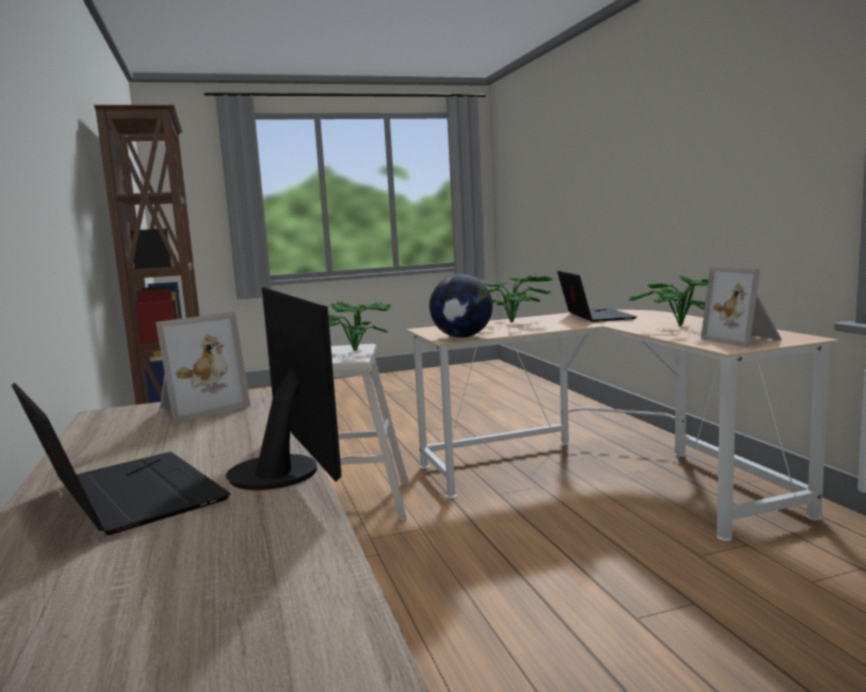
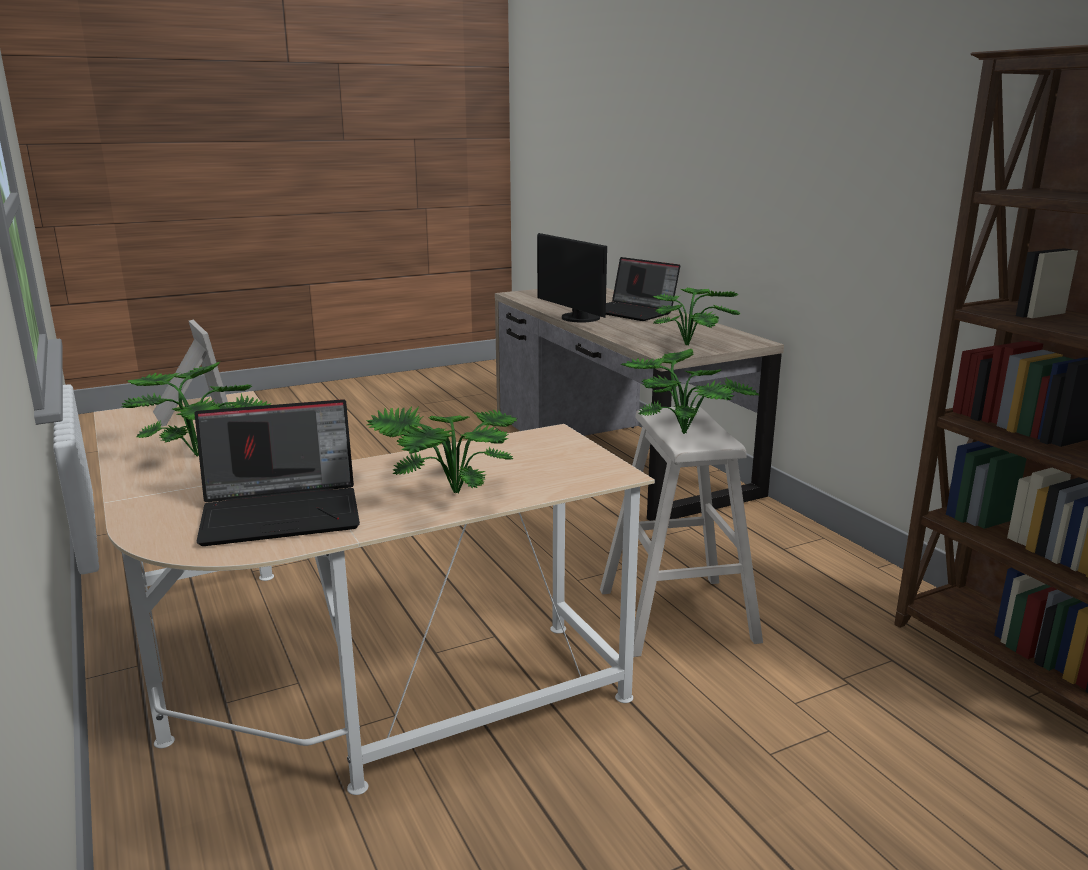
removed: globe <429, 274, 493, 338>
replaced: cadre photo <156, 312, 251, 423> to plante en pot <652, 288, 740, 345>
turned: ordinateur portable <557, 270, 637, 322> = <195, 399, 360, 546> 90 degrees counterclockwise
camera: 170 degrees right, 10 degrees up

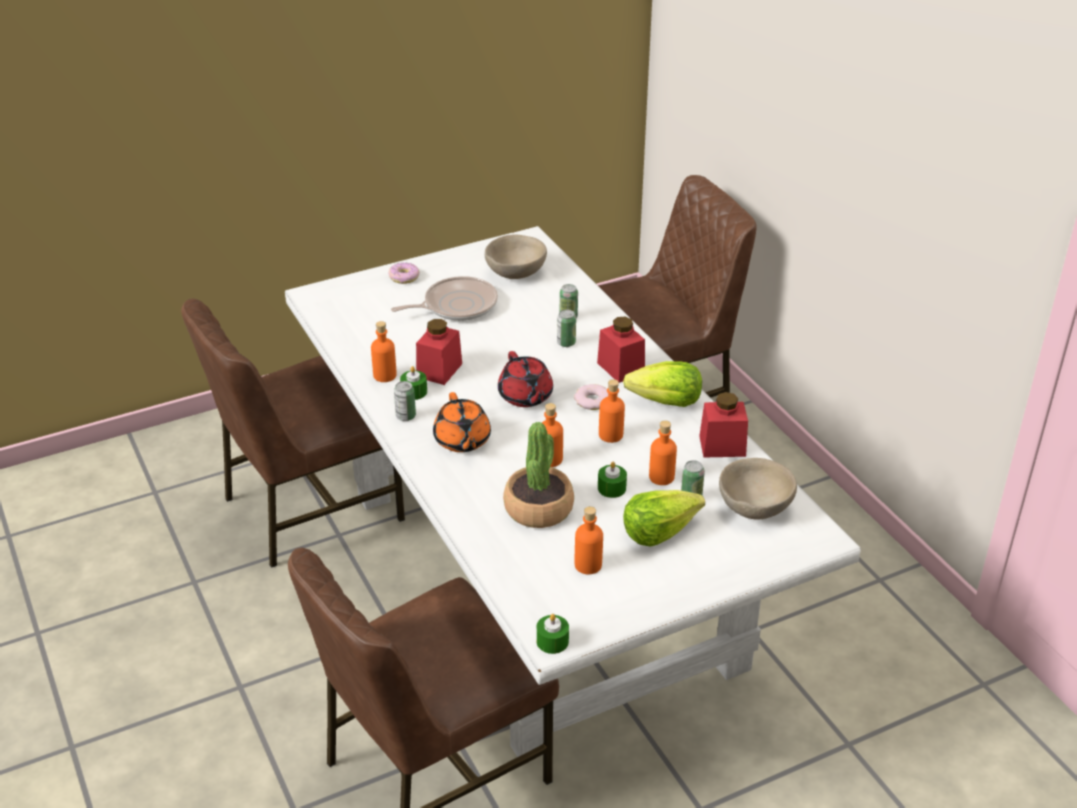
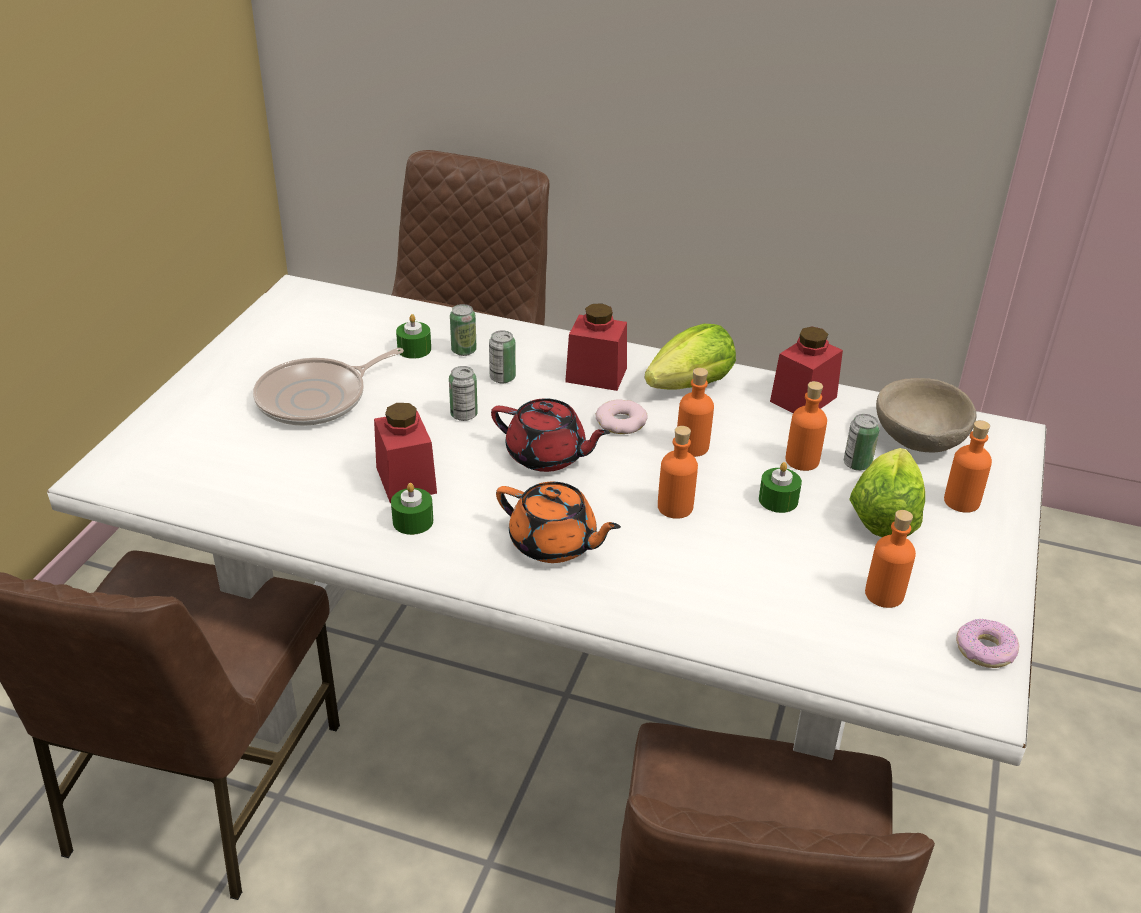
removed: bol/beige <485, 234, 547, 279>; plante en pot <503, 422, 574, 528>
moved: bouteille/orange <371, 321, 397, 382> to <944, 420, 992, 513>; beignet <388, 262, 420, 284> to <956, 619, 1019, 668>; boîte métallique <394, 381, 416, 421> to <449, 366, 478, 421>; bougie/vert <536, 614, 569, 654> to <396, 314, 431, 359>
turned: poêle <391, 276, 498, 321> = <253, 348, 404, 426> 150 degrees counterclockwise
camera: 45 degrees left, 0 degrees up

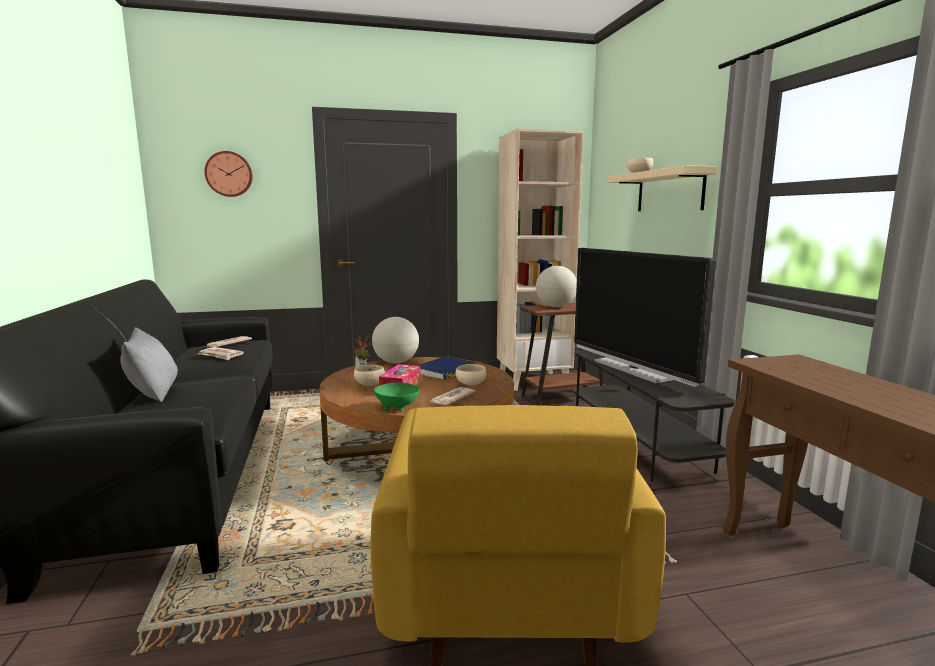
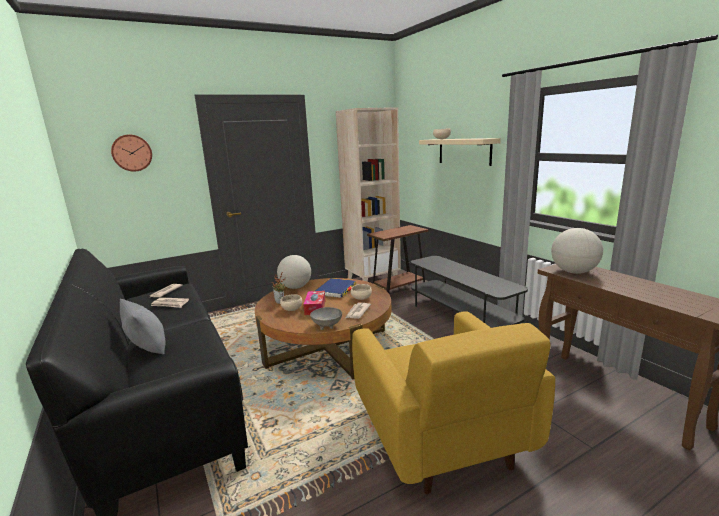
removed: téléviseur <574, 248, 716, 387>
moved: globe <536, 266, 577, 307> to <551, 228, 603, 274>
recoloured: bol/vert <374, 383, 420, 412> to bol/gris <310, 307, 342, 330>
camera: 15 degrees left, 5 degrees up

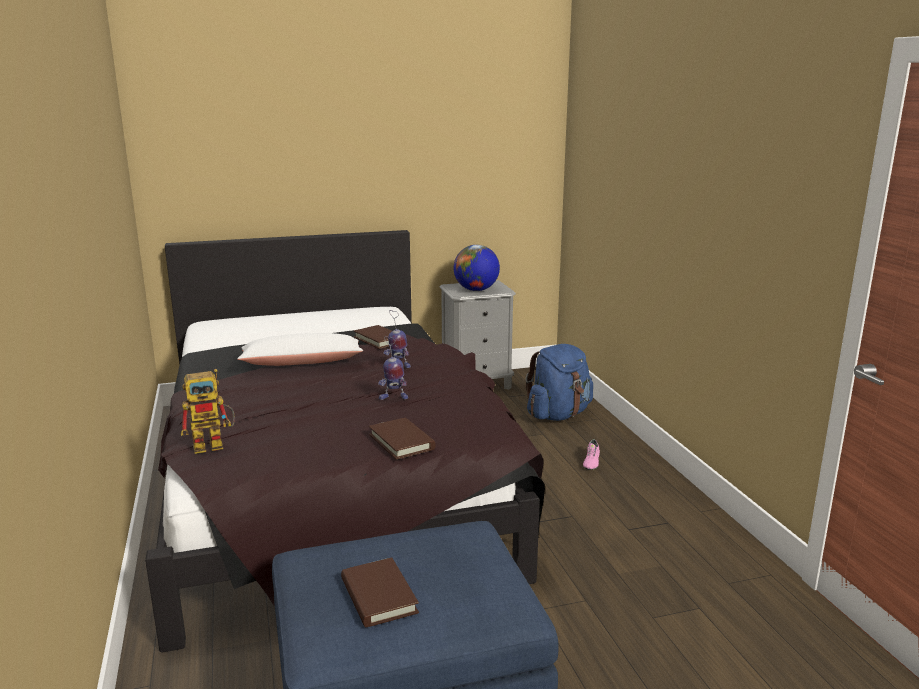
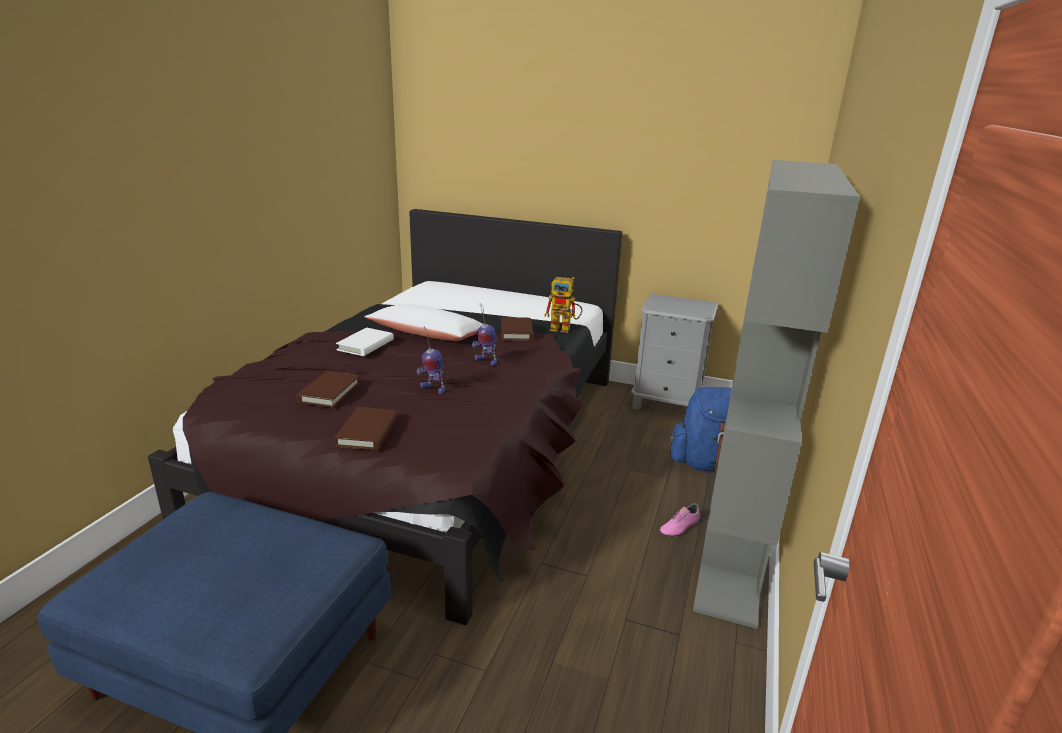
removed: globe <453, 245, 500, 291>
added: livre/blanc <336, 328, 394, 356>; bibliothèque/gris <693, 160, 860, 629>
moved: robot jouet <181, 369, 235, 454> to <544, 277, 582, 333>; livre/marron <341, 557, 419, 627> to <296, 371, 360, 408>
camera: 35 degrees right, 5 degrees up

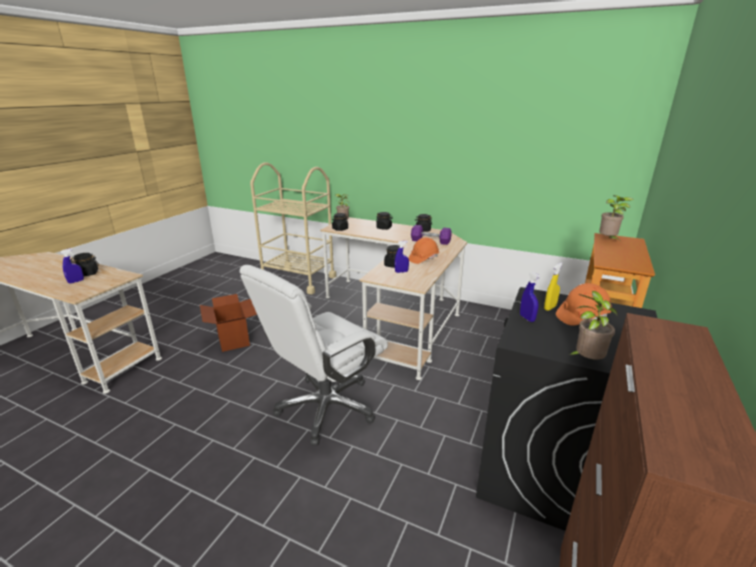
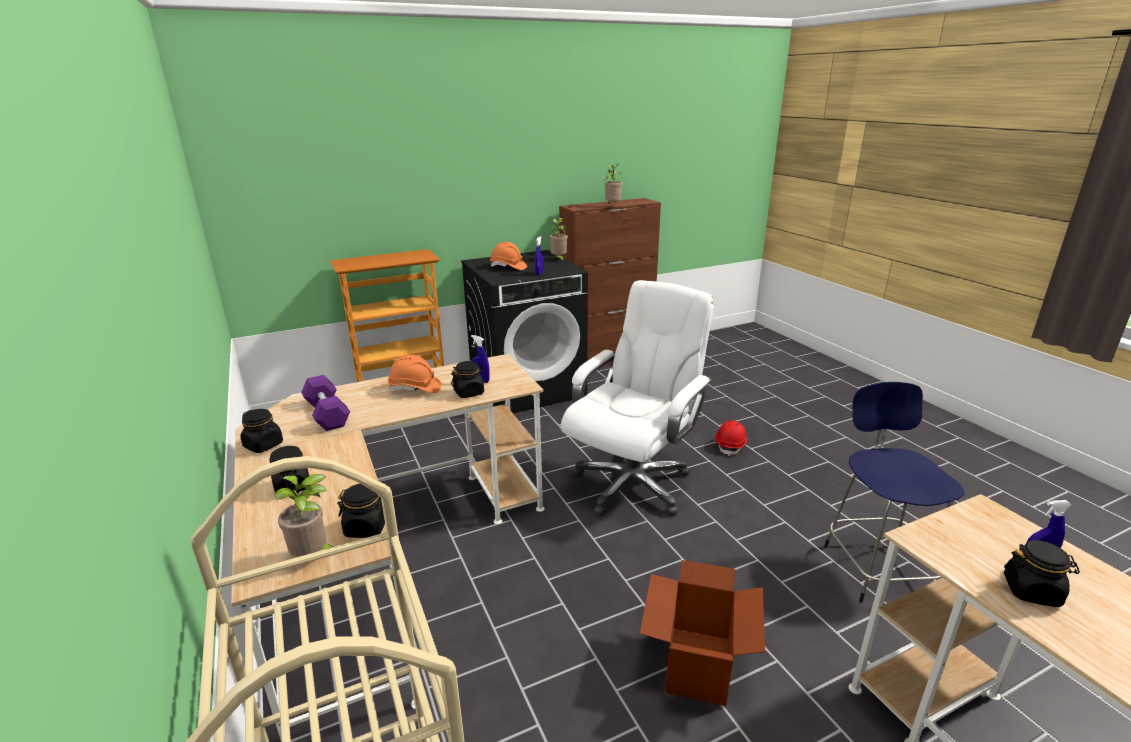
removed: vaporisateur/jaune <544, 262, 563, 311>
added: casque de chantier/rouge <715, 420, 748, 456>; tabouret/bleu <824, 382, 964, 603>
moved: plante en pot <599, 195, 633, 242> to <605, 164, 622, 204>
turned: chaise de bureau/blanc <240, 265, 388, 446> = <561, 280, 714, 516> 45 degrees counterclockwise
camera: 140 degrees left, 0 degrees up

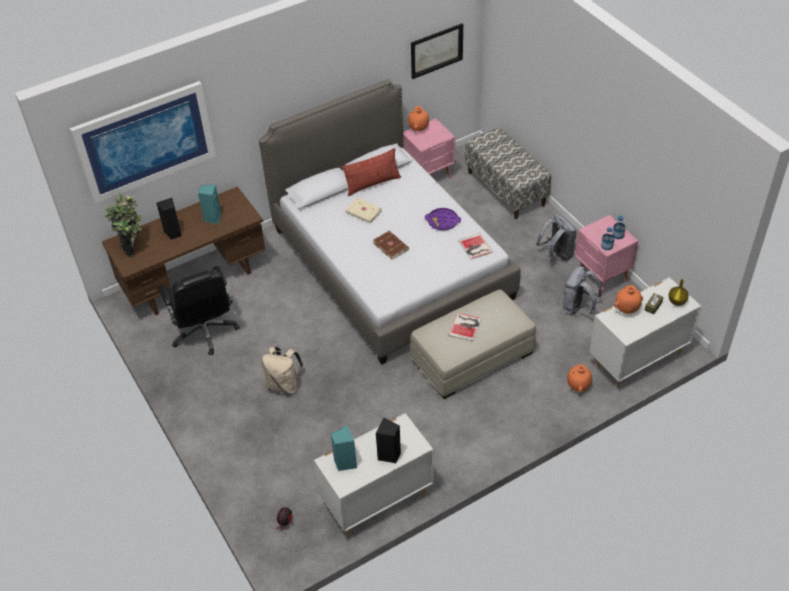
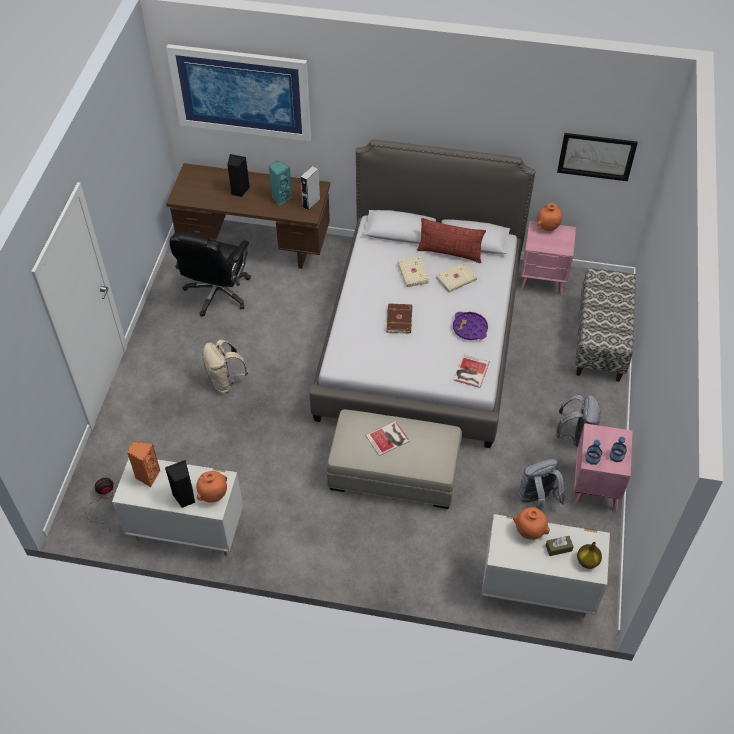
removed: plante en pot <105, 193, 142, 257>
added: enceinte/gris <301, 166, 320, 211>; livre/beige <436, 263, 477, 292>
moved: vase/orange <567, 364, 592, 392> to <196, 471, 227, 503>
recoloured: enceinte/turquoise <331, 425, 357, 471> to enceinte/orange <127, 441, 161, 487>
camera: 40 degrees right, 5 degrees up

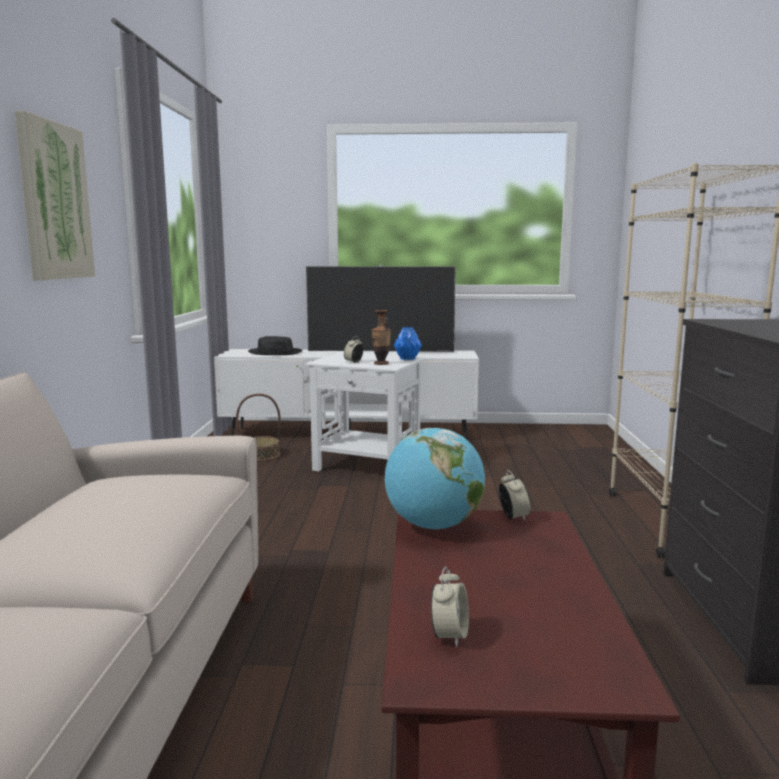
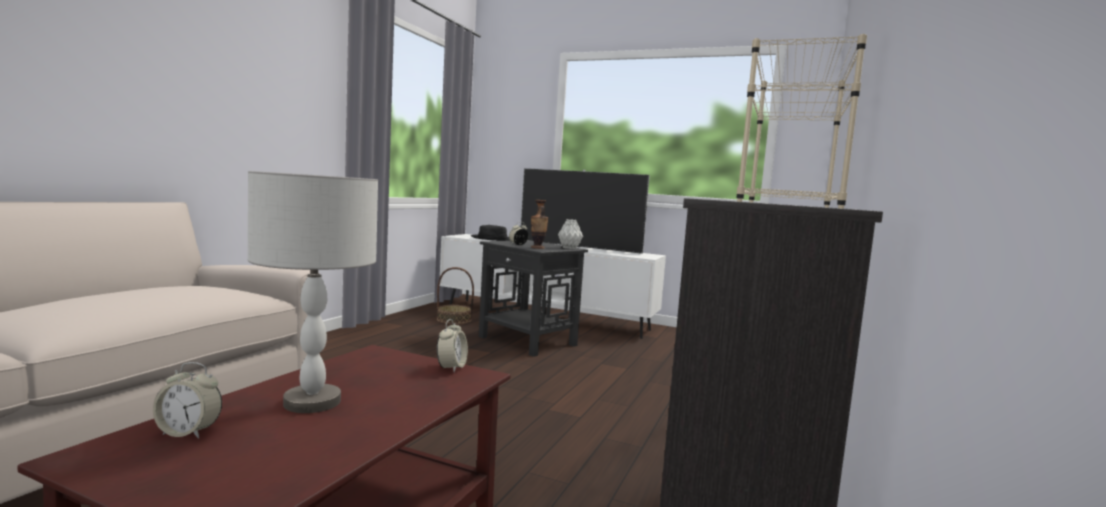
removed: tableau <15, 111, 95, 280>; globe <385, 428, 485, 529>
added: lampe de table/gris <247, 171, 378, 413>
recoloured: table d'appoint/blanc <305, 352, 425, 472> to table d'appoint/noir <479, 240, 588, 357>; vase/bleu <394, 327, 422, 360> to vase/gris <558, 219, 583, 249>
turned: réveil <431, 567, 469, 647> = <153, 362, 222, 439> 60 degrees clockwise
camera: 20 degrees right, 5 degrees down

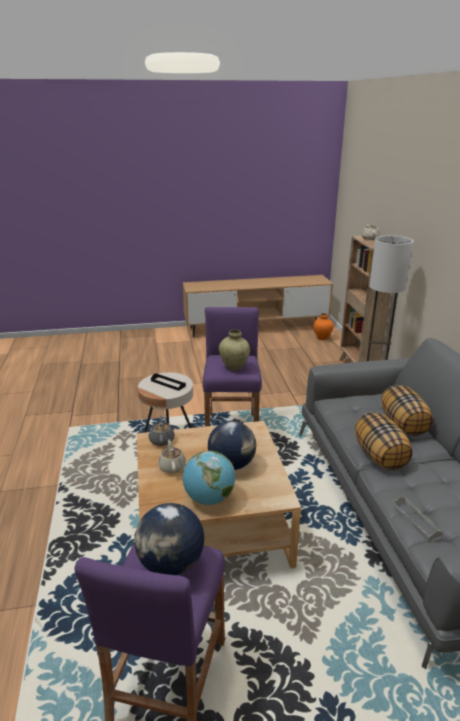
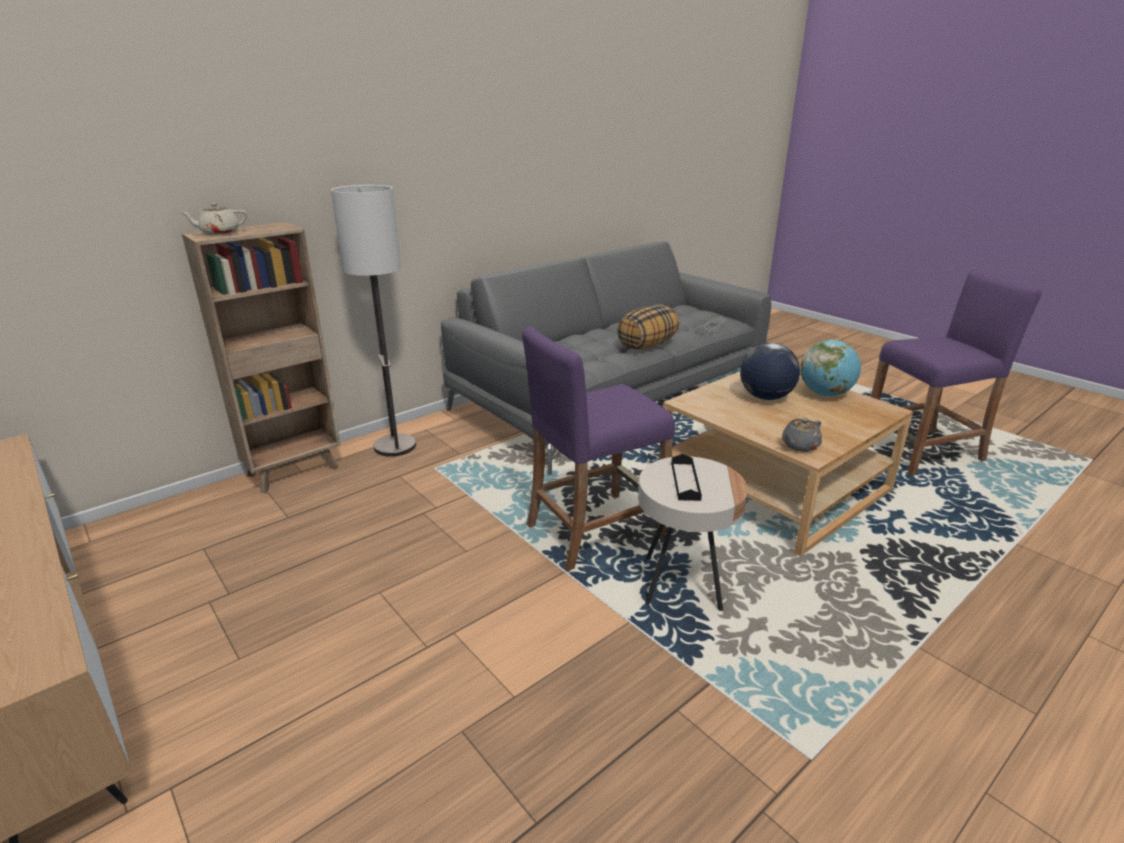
removed: globe <134, 503, 204, 575>; théière/beige <158, 440, 186, 473>; vase/beige <219, 330, 250, 371>; vase/orange <313, 313, 334, 340>; coussin <381, 385, 433, 436>
camera: 120 degrees left, 0 degrees up

